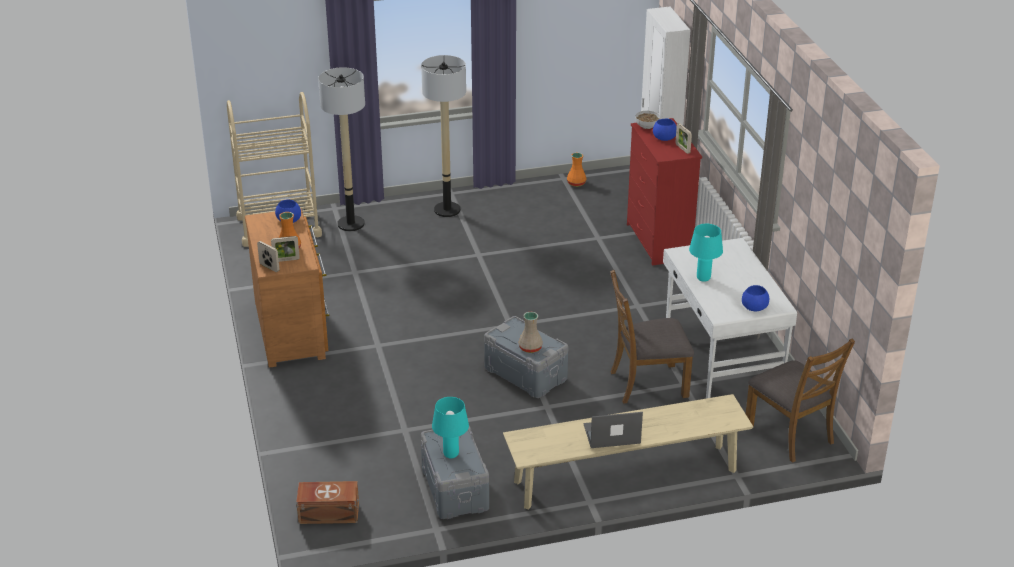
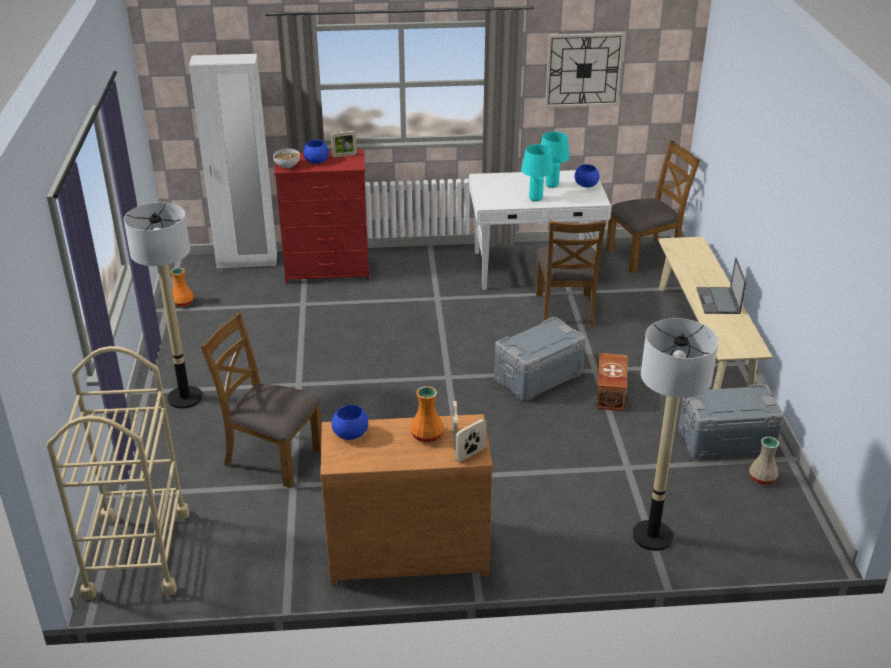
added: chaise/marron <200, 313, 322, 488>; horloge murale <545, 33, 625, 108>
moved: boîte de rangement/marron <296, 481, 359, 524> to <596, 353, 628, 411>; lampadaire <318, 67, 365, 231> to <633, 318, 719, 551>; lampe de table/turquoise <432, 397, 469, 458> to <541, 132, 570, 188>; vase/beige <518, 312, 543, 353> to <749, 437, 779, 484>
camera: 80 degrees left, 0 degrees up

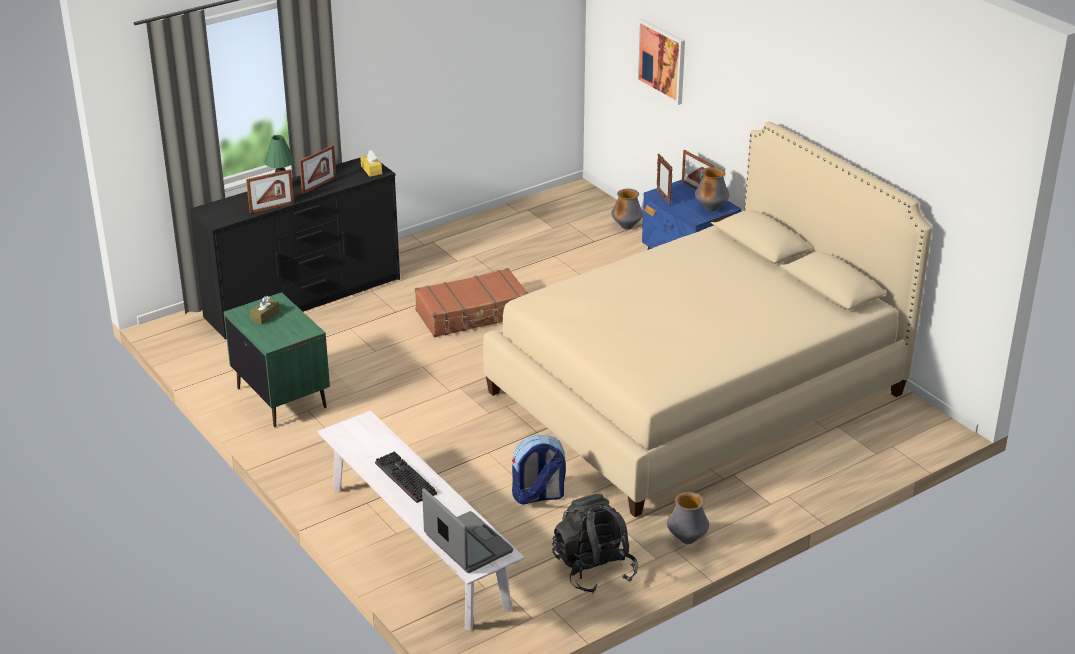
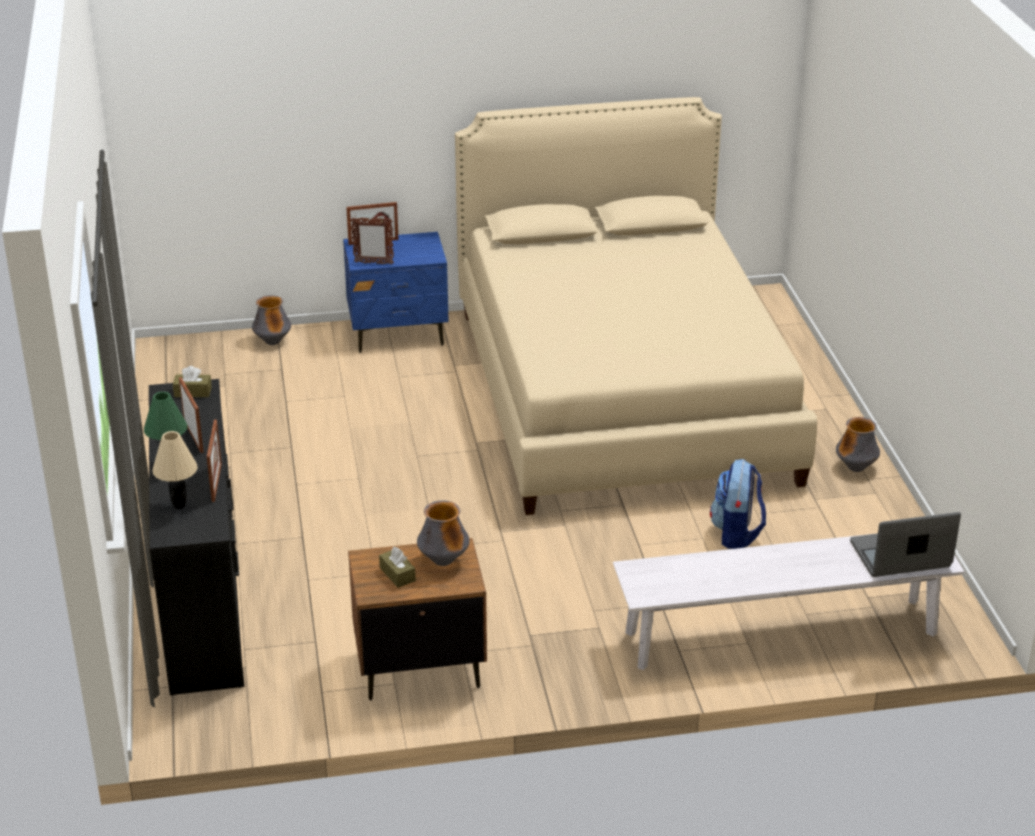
removed: clavier <375, 451, 437, 503>; valise/marron <415, 268, 529, 337>; sac à dos/noir <552, 494, 638, 593>; tableau <636, 18, 685, 105>
added: lampe de table/beige <152, 431, 198, 509>
moved: vase <695, 167, 729, 211> to <417, 500, 470, 566>
recoloured: table de chevet/vert <223, 292, 330, 427> to table de chevet/marron <348, 538, 487, 700>; boîte à mouchoirs/jaune <360, 150, 382, 177> to boîte à mouchoirs/marron <173, 366, 212, 397>
camera: 65 degrees left, 0 degrees up

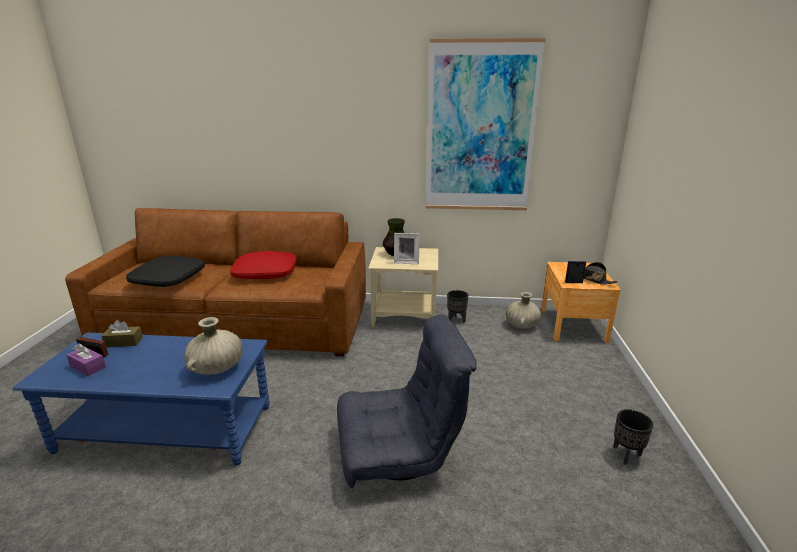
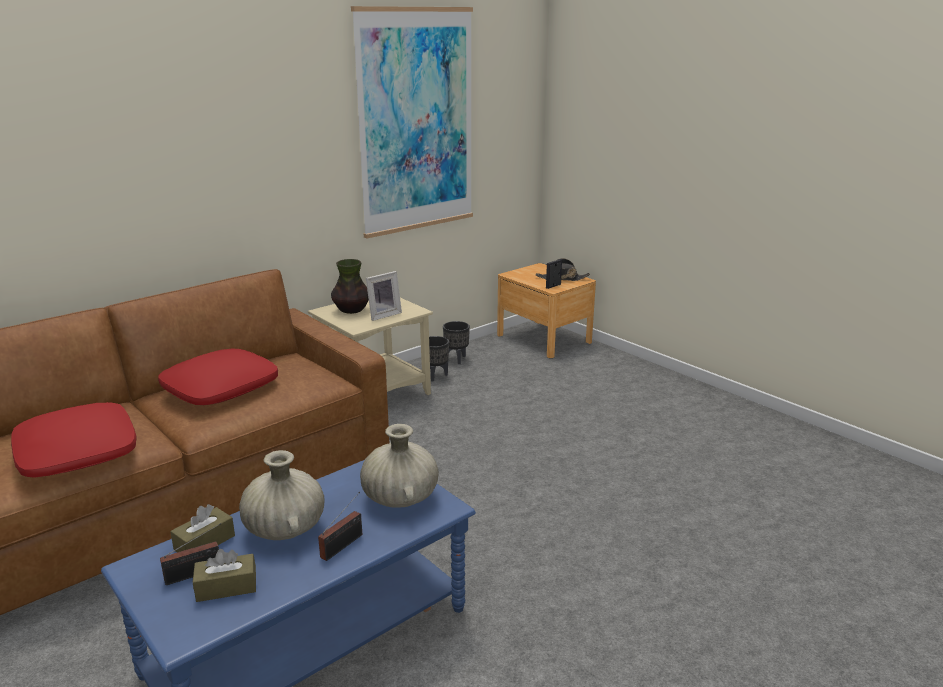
removed: fauteuil/gris <337, 314, 477, 488>
added: radio <318, 492, 362, 561>
moved: vase/beige <506, 292, 542, 329> to <239, 450, 325, 540>; cache-pot/noir <613, 409, 654, 465> to <443, 321, 470, 364>
recoloured: boîte à mouchoirs/violet <67, 343, 106, 376> to boîte à mouchoirs/marron <193, 549, 256, 602>; coussin/noir <126, 256, 205, 287> to coussin/rouge <11, 402, 137, 478>
camera: 45 degrees left, 0 degrees up

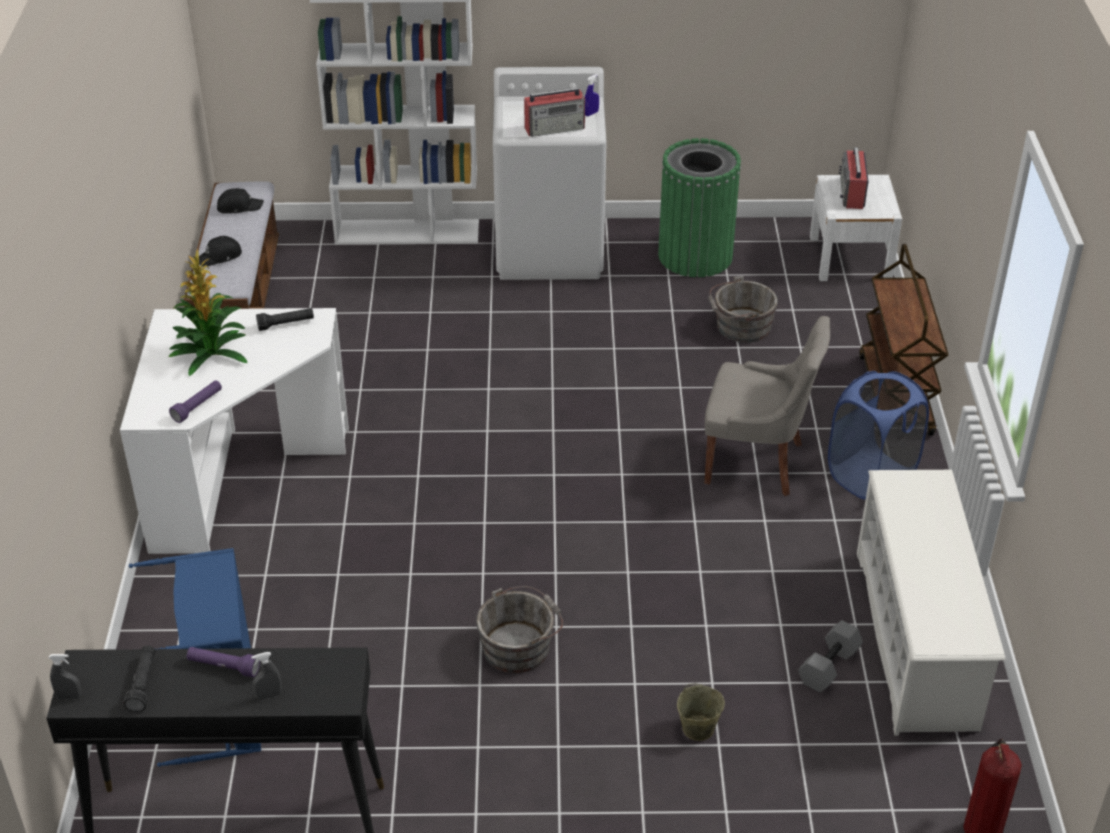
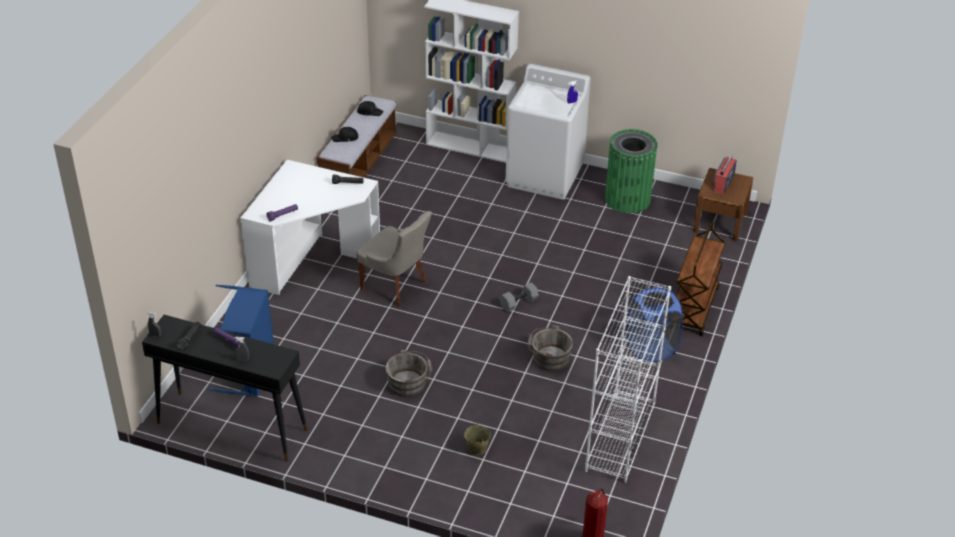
removed: plante en pot <168, 249, 247, 376>; radio <524, 87, 585, 137>
moved: chaise/gris <705, 316, 830, 496> to <356, 211, 432, 307>; seau/gris <708, 276, 778, 343> to <527, 326, 573, 371>; haltère/gris <798, 620, 863, 693> to <499, 282, 539, 312>
replaced: étagère à chaussures/blanc <857, 470, 1005, 736> to bibliothèque/blanc <585, 276, 671, 483>
recoloured: table de chevet/blanc <810, 175, 902, 281> to table de chevet/marron <693, 168, 754, 242>
camera: 20 degrees right, 0 degrees up

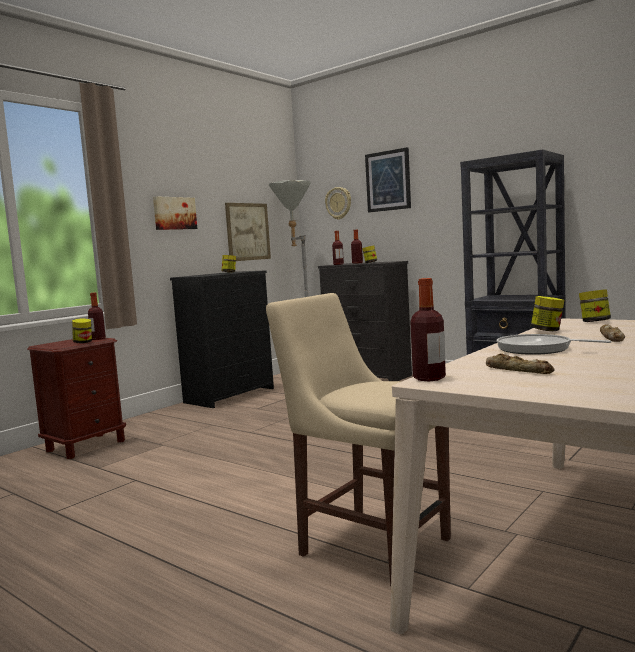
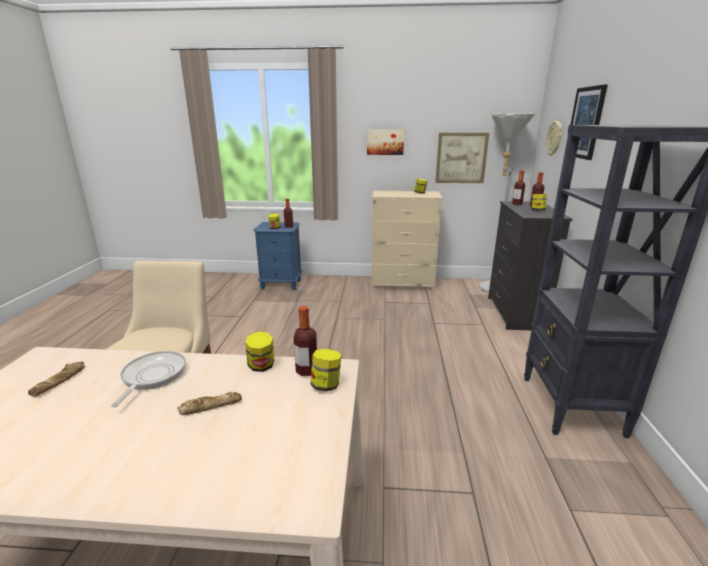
moved: bouteille <410, 278, 446, 381> to <294, 306, 317, 376>
recoloured: table de chevet/marron <27, 338, 126, 459> to table de chevet/bleu <253, 222, 302, 290>; commode/noir <170, 270, 274, 408> to commode/beige <372, 191, 443, 291>
camera: 55 degrees right, 15 degrees up

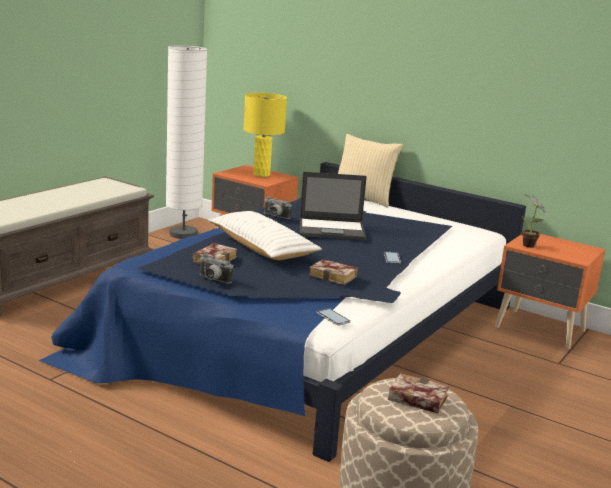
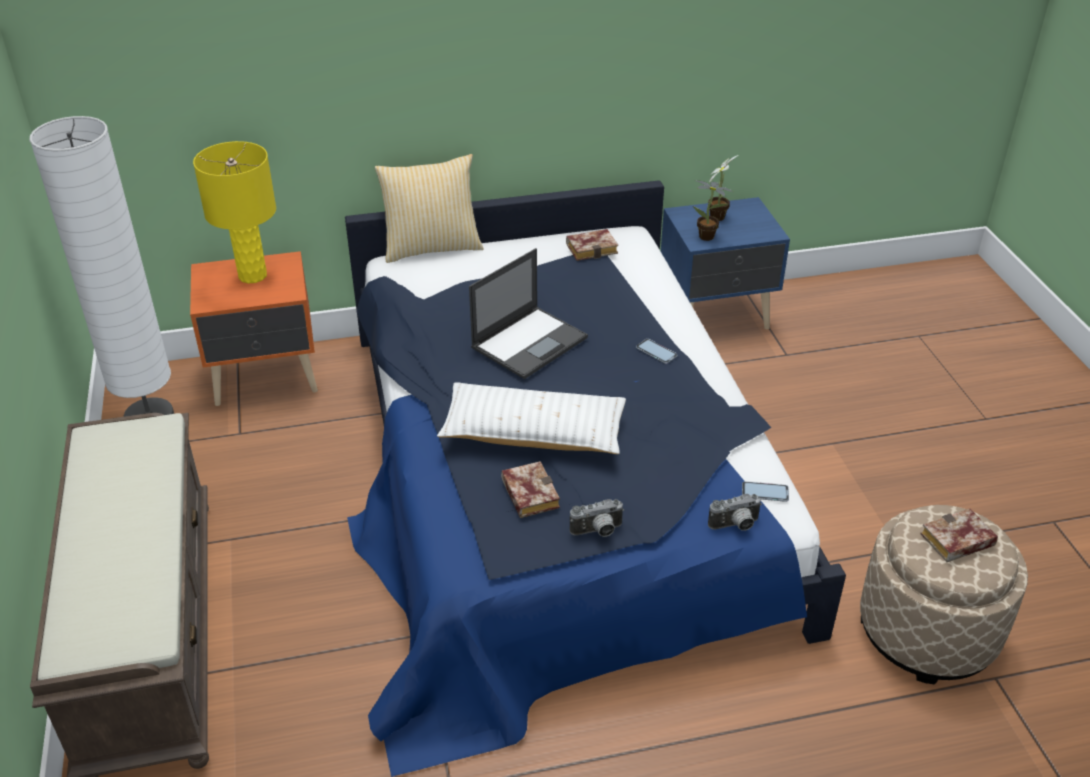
added: plante en pot <708, 155, 738, 221>
moved: appareil photo <264, 196, 292, 219> to <708, 494, 762, 531>; livre <309, 259, 358, 285> to <566, 229, 618, 261>
recoloured: table de chevet/orange <495, 234, 605, 350> to table de chevet/bleu <661, 197, 790, 329>
camera: 45 degrees left, 20 degrees up

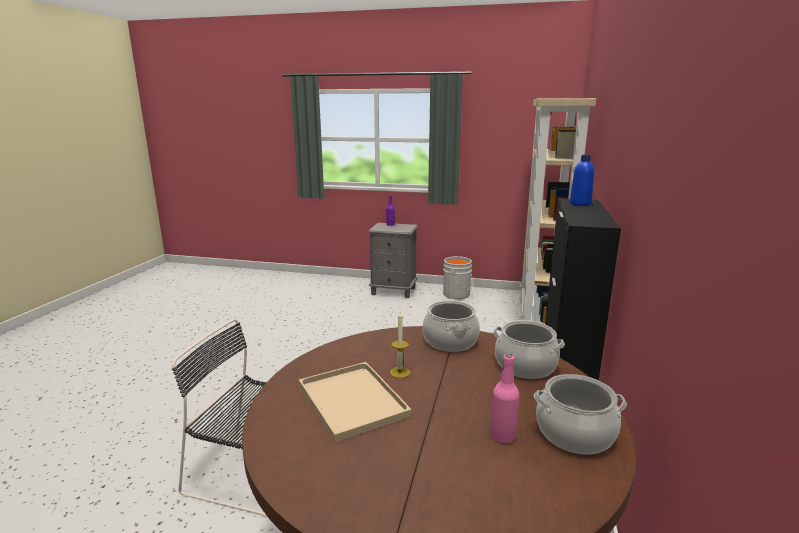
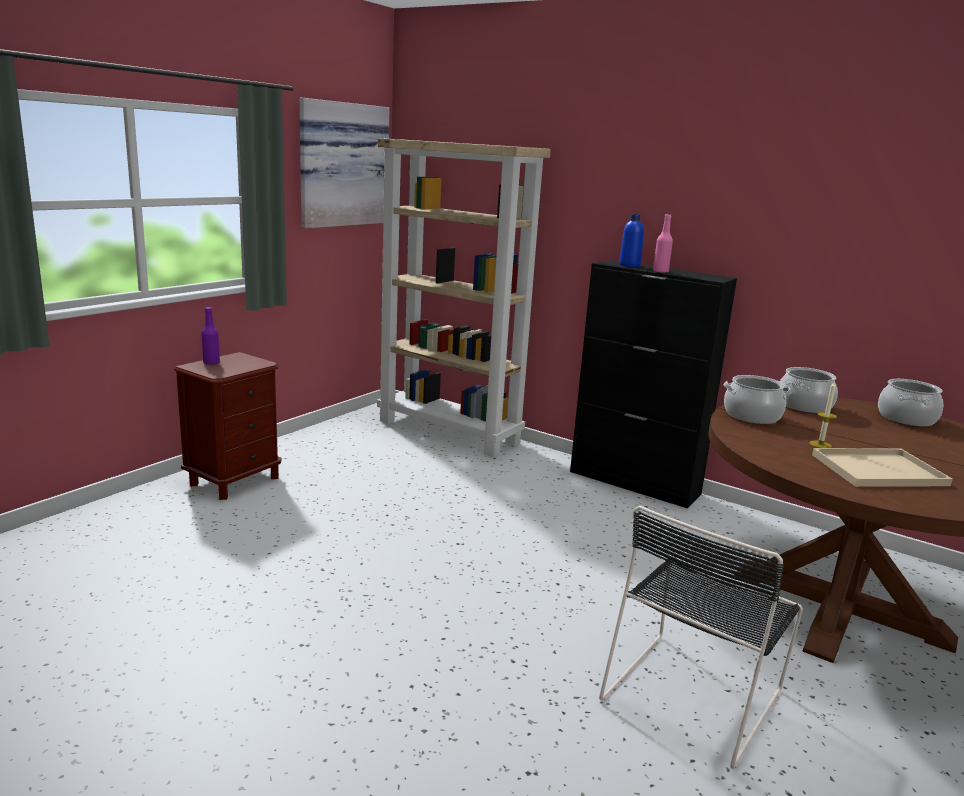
removed: seau/gris <443, 256, 473, 299>
added: tableau <299, 98, 389, 229>
moved: bouteille/rose <490, 354, 519, 443> to <653, 214, 673, 272>
recoloured: table de chevet/gris <368, 223, 418, 298> to table de chevet/marron <174, 352, 281, 500>
camera: 70 degrees left, 0 degrees up

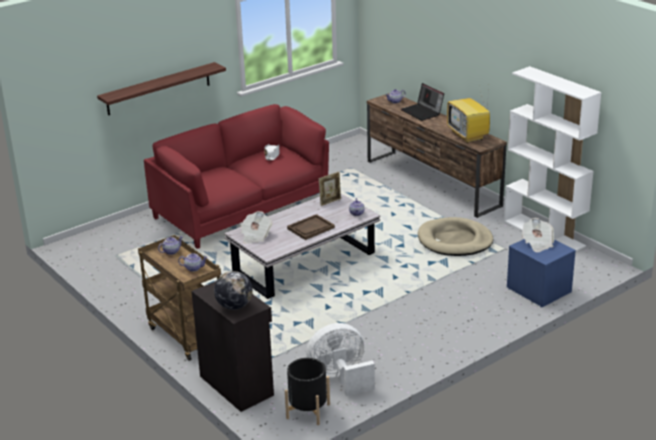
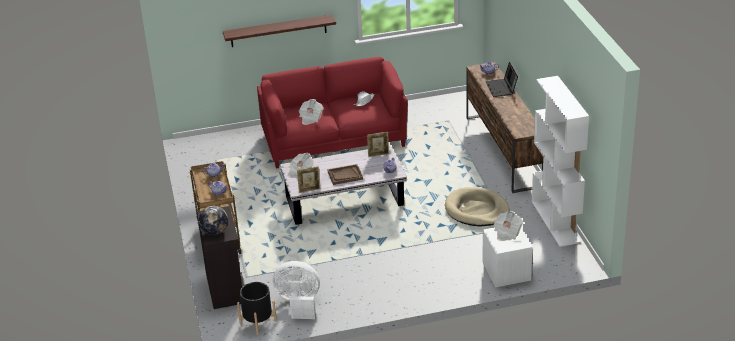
removed: téléviseur <447, 87, 490, 143>
added: cadre photo <297, 166, 320, 193>; journal <299, 99, 323, 125>
recoloured: table de chevet/bleu <507, 239, 576, 307> to table de chevet/blanc <482, 227, 533, 287>
camera: 25 degrees right, 5 degrees up

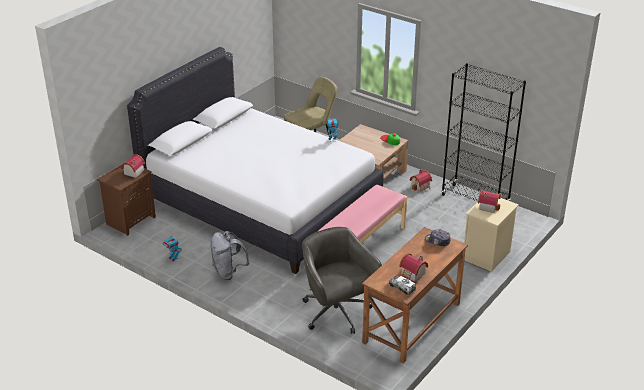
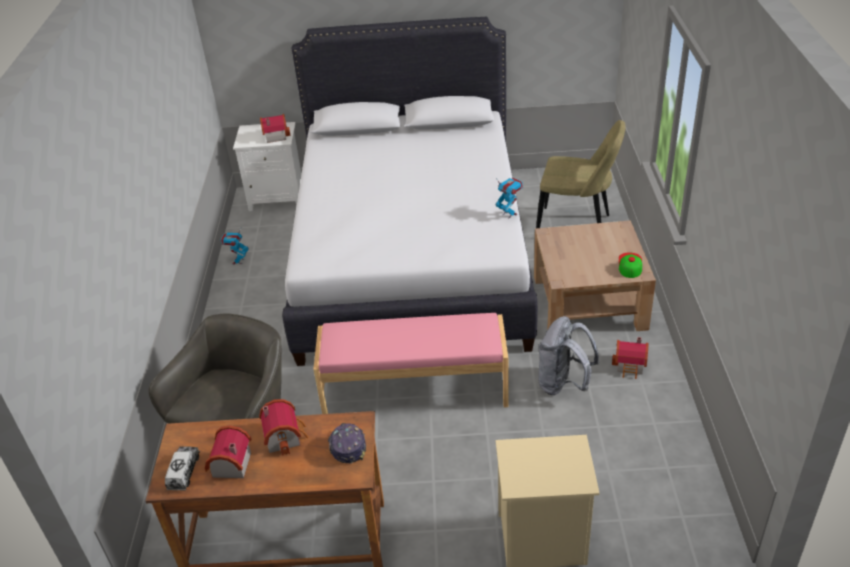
removed: bibliothèque/noir <441, 63, 526, 201>
moved: sac à dos/gris <211, 231, 249, 280> to <538, 316, 599, 395>; maison miniature <478, 190, 501, 213> to <259, 399, 309, 456>
recoloured: table de chevet/marron <97, 165, 156, 236> to table de chevet/blanc <233, 122, 301, 211>
camera: 55 degrees right, 5 degrees up

